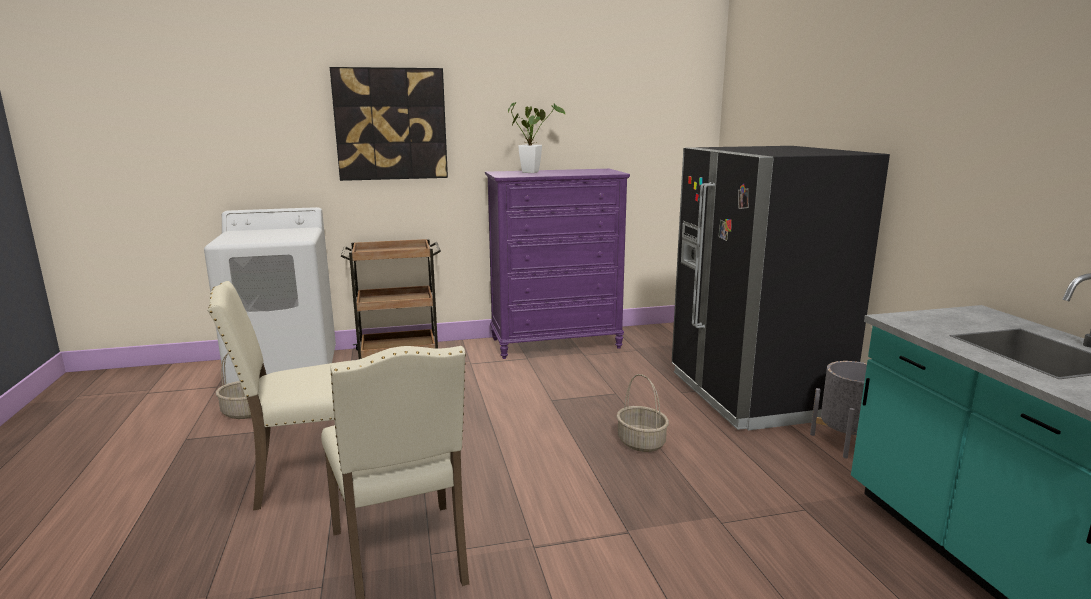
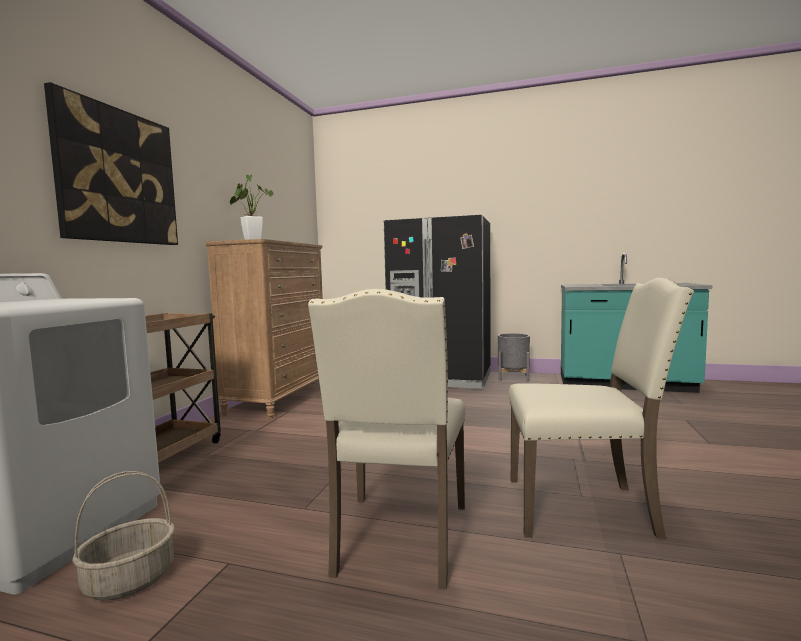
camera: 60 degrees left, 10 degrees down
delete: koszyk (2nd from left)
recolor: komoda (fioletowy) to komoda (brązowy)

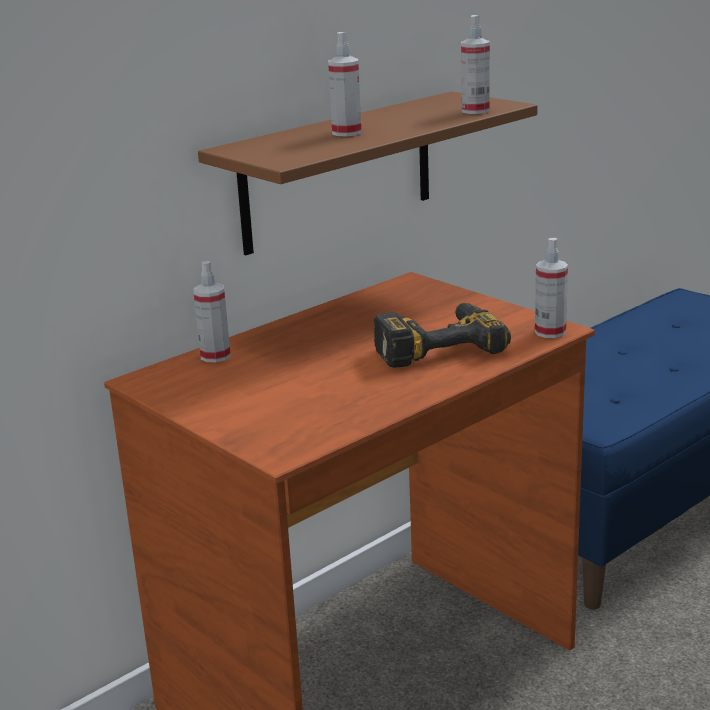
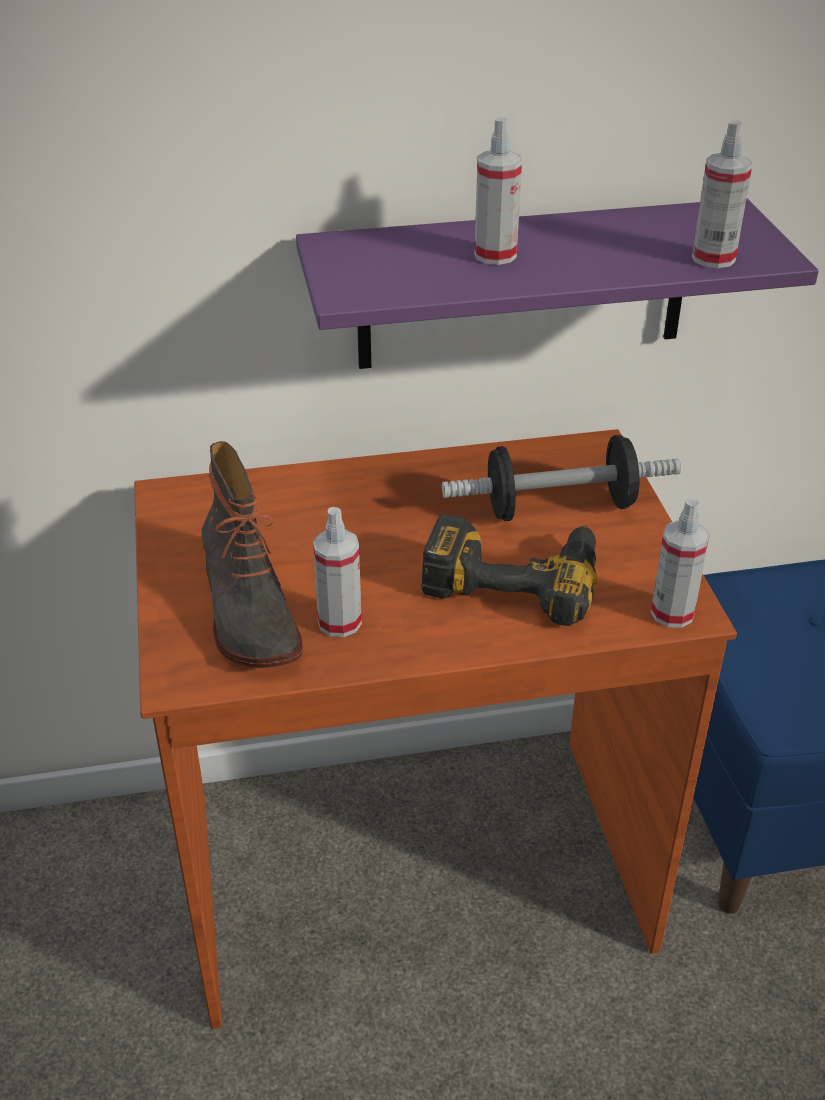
camera: 30 degrees right, 15 degrees up
insert: hantel; but z cholewką
move: spryskiwacz (1st from left)
recolor: półka (brązowy) to półka (fioletowy)

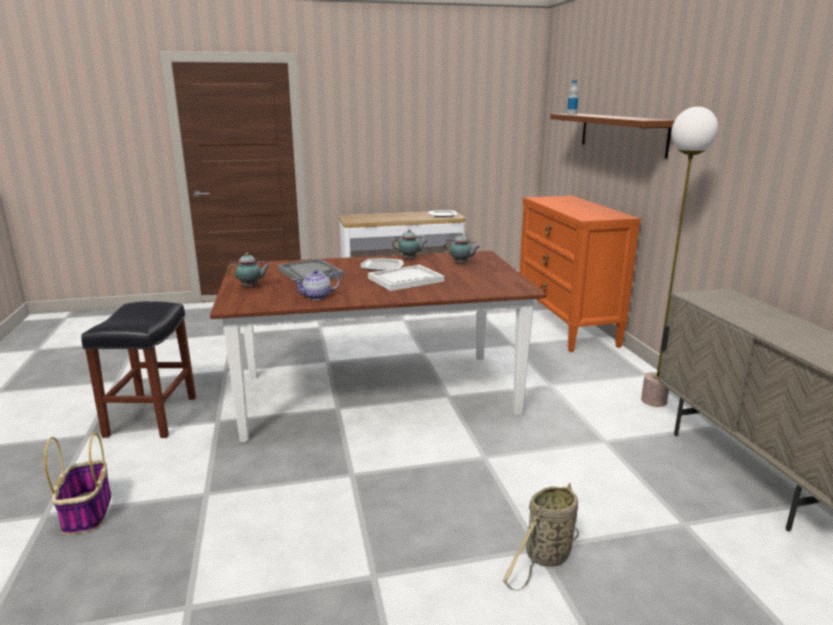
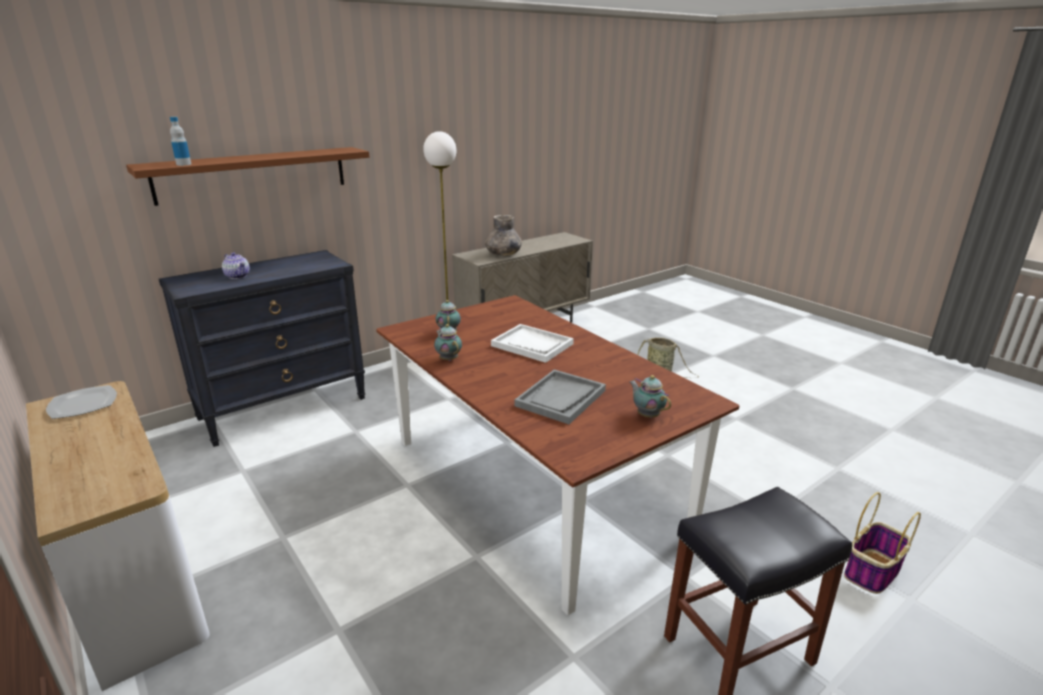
camera: 115 degrees left, 5 degrees up
delete: talerz (1st from left)
insert: wazon (szary)
move: imbryk (2nd from left in the first image) to imbryk (1st from left)
recolor: komoda (pomarańczowy) to komoda (czarny)

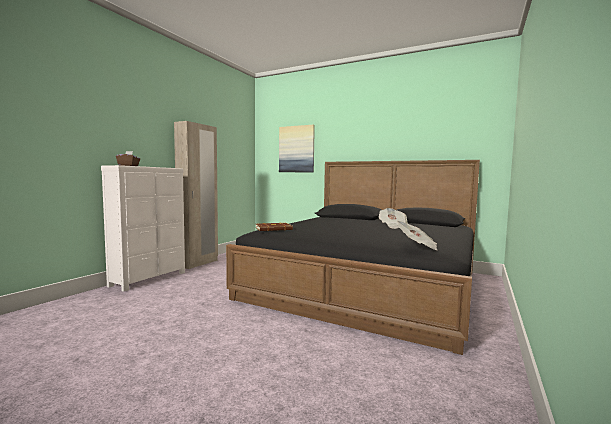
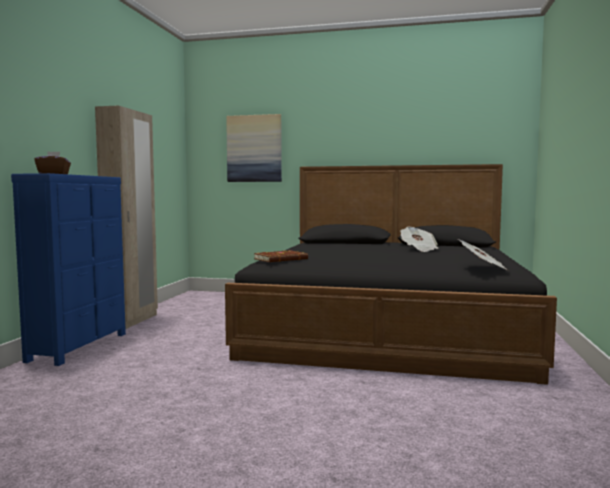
camera: 15 degrees left, 0 degrees up
recolor: komoda (biały) to komoda (niebieski)

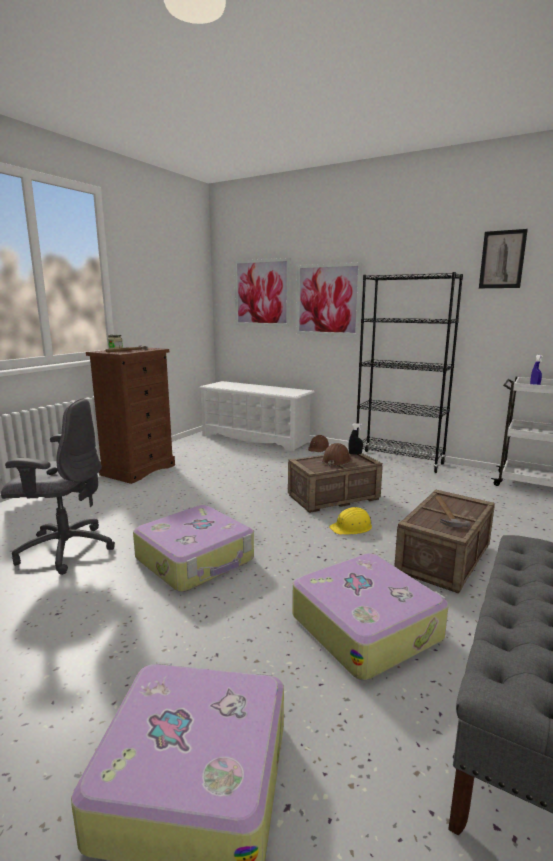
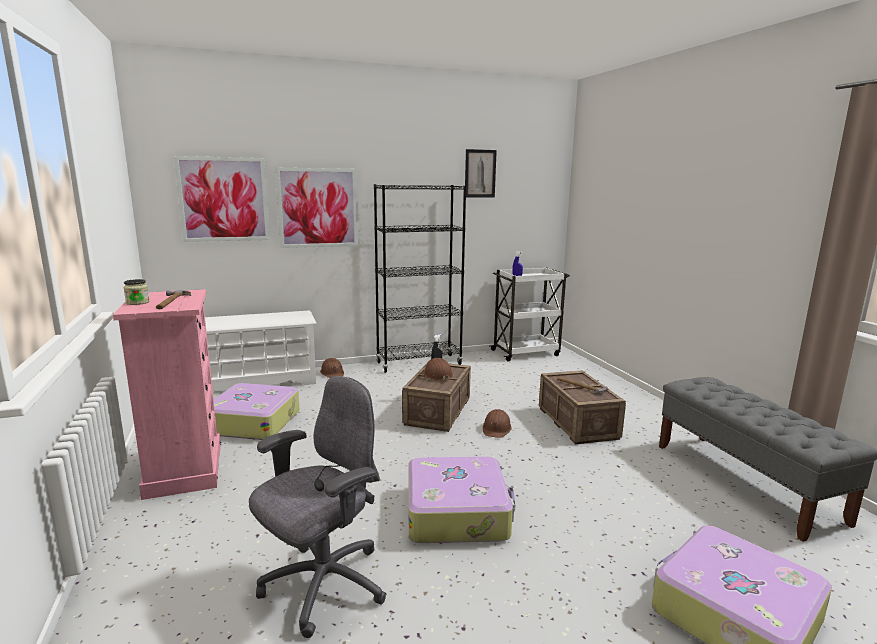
camera: 50 degrees left, 0 degrees up
move: walizka (3rd from left in the first image) to walizka (1st from left)
recolor: komoda (brązowy) to komoda (różowy); kask (żółty) to kask (brązowy) (3rd from left)

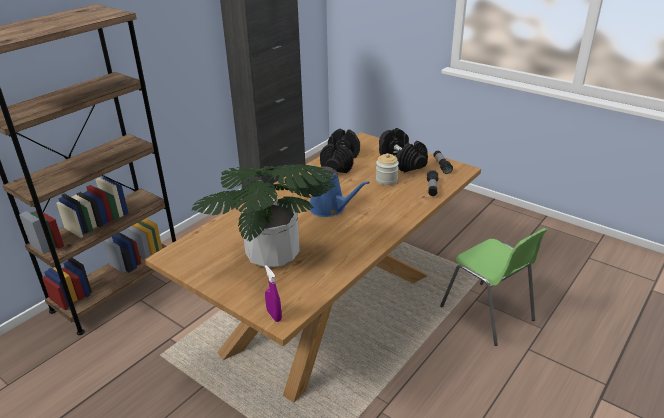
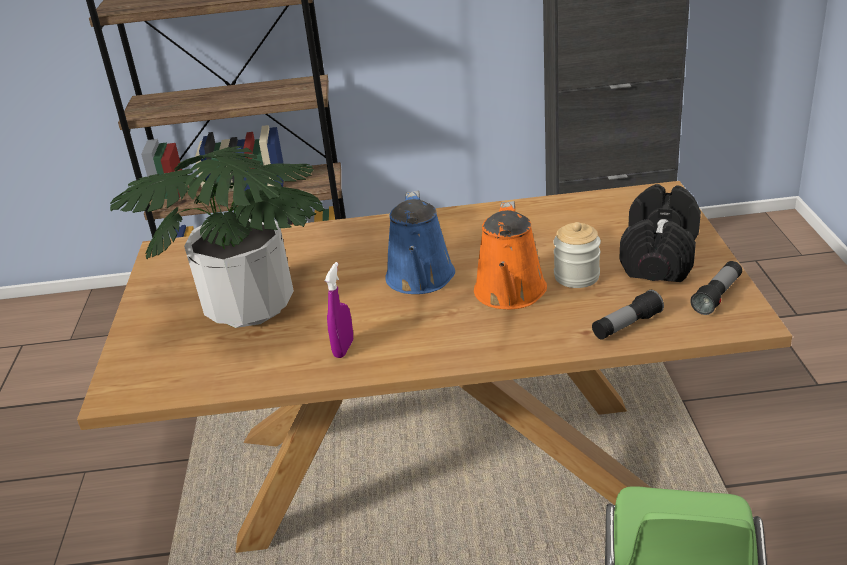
camera: 50 degrees right, 0 degrees up
delete: hantel (czarny) (1st from left)
insert: konewka (pomarańczowy)
move: spryskiwacz (fioletowy)

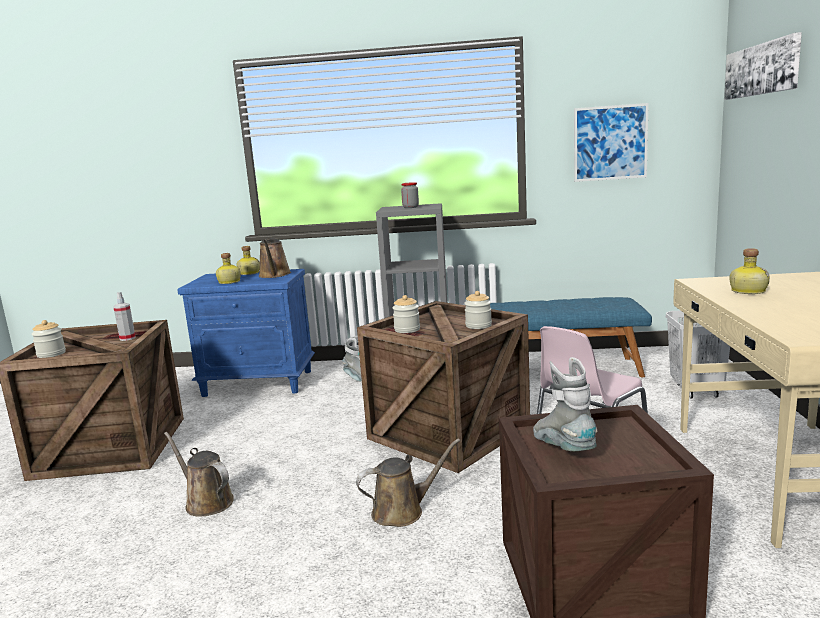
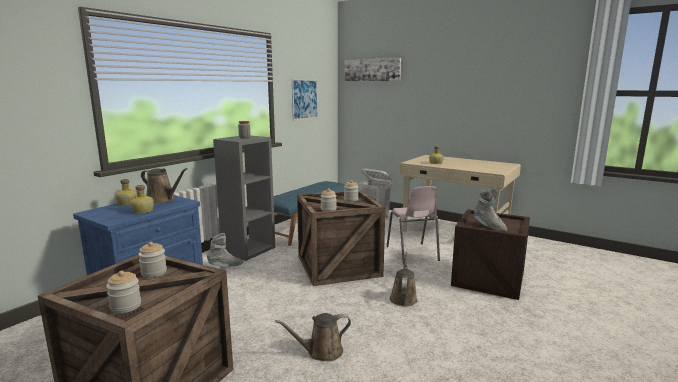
camera: 60 degrees left, 0 degrees up
replace: spryskiwacz to słoik (2nd from left)
rotate: but z cholewką (szary) (2nd from left) 135 degrees counterclockwise

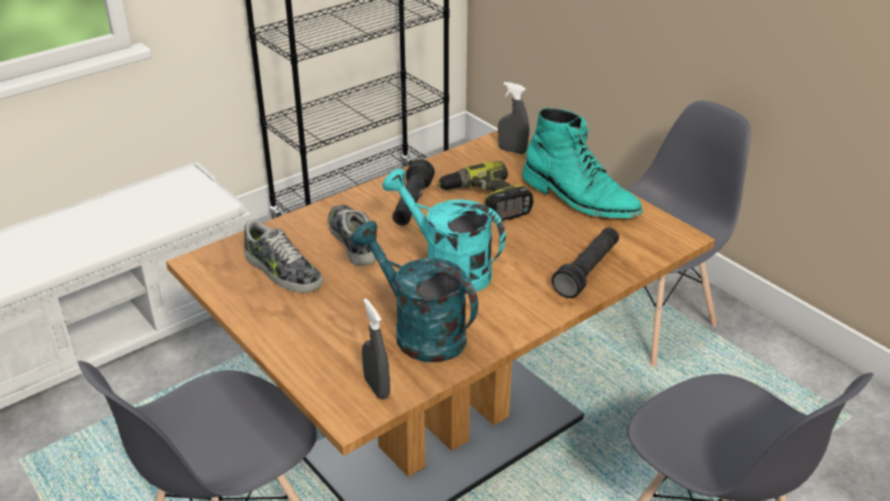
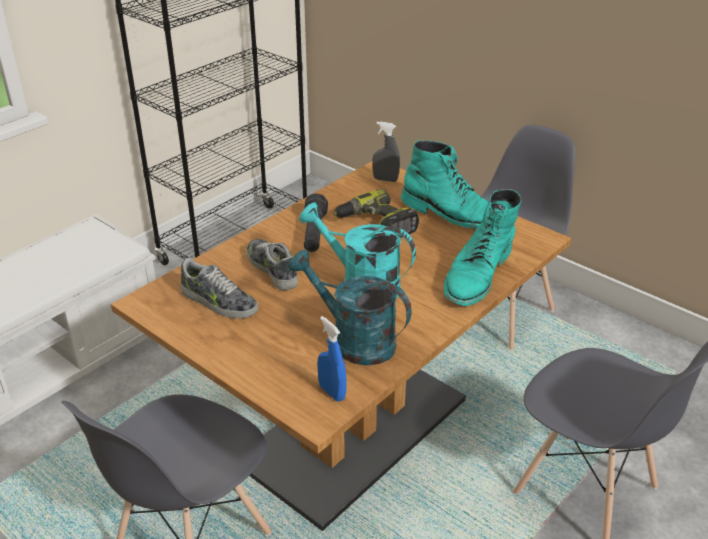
camera: 10 degrees left, 0 degrees up
replace: latarka (czarny) (2nd from left) to but z cholewką (turkusowy) (2nd from left)
recolor: spryskiwacz (szary) (1st from left) to spryskiwacz (niebieski)

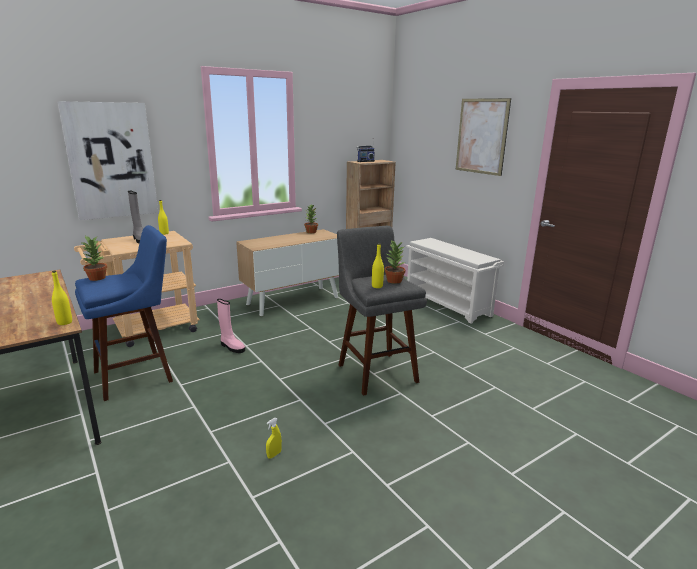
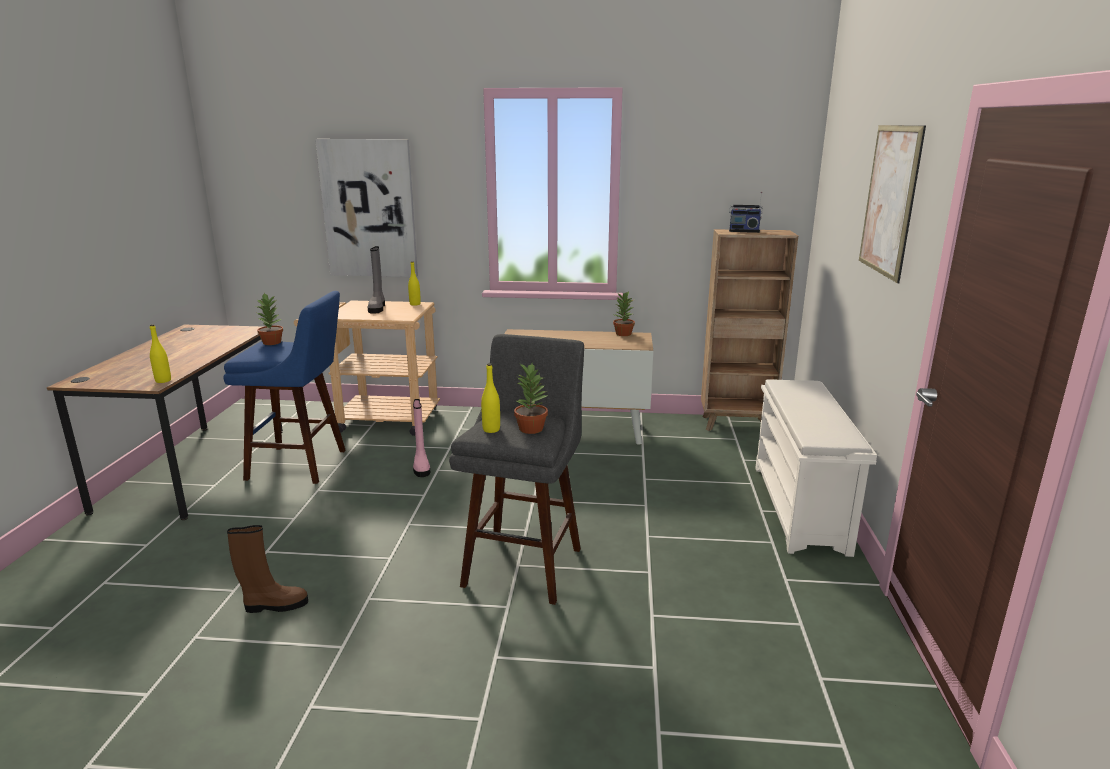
camera: 40 degrees right, 0 degrees up
replace: spryskiwacz (żółty) to but z cholewką (brązowy)

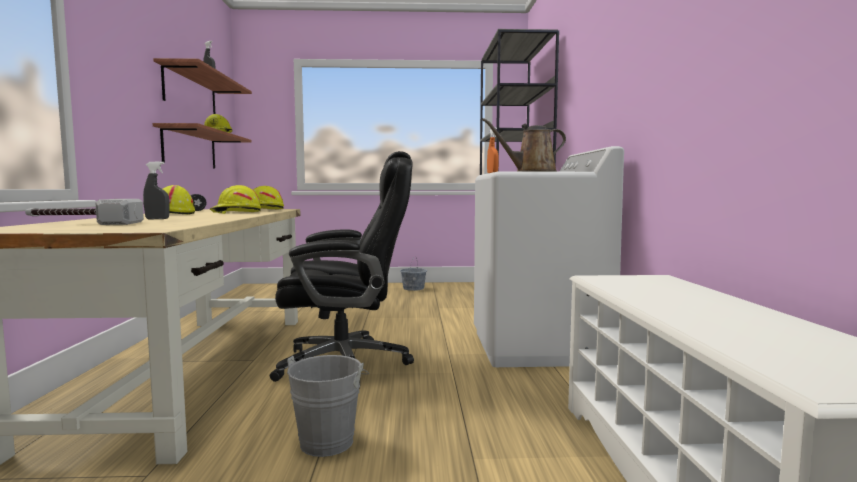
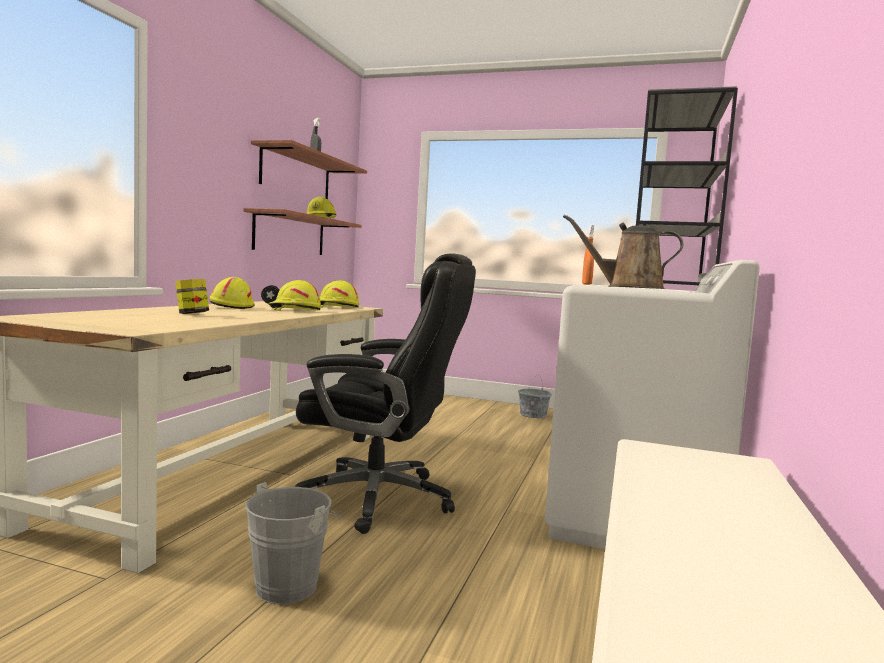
camera: 20 degrees right, 0 degrees up
delete: młotek
replace: spryskiwacz (szary) (1st from left) to słoik

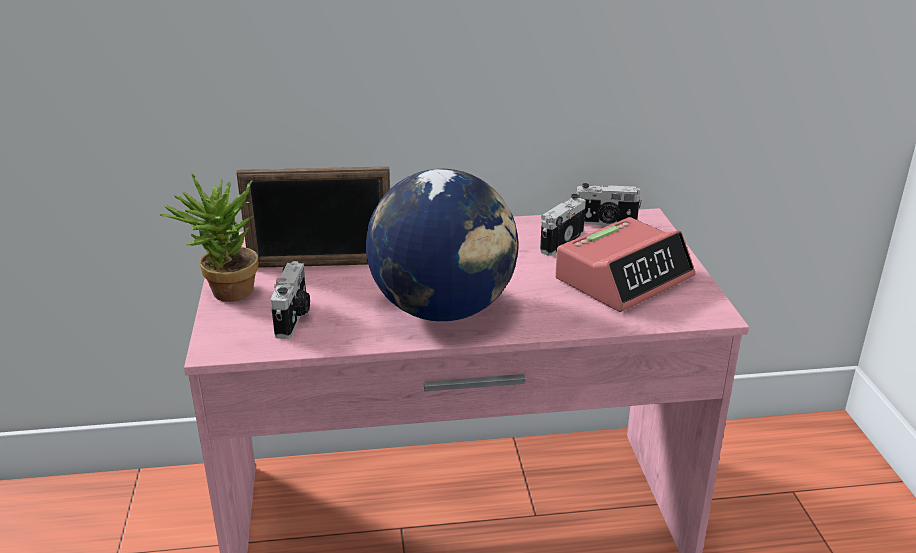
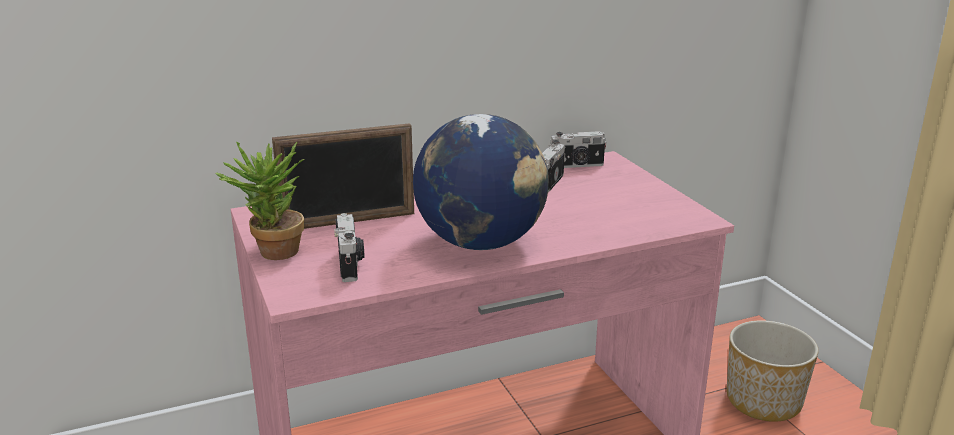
camera: 15 degrees left, 5 degrees down
delete: budzik
insert: donica

